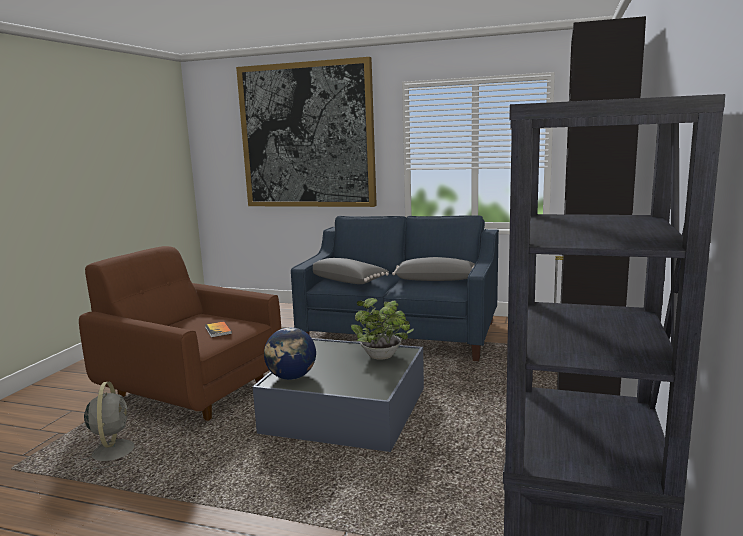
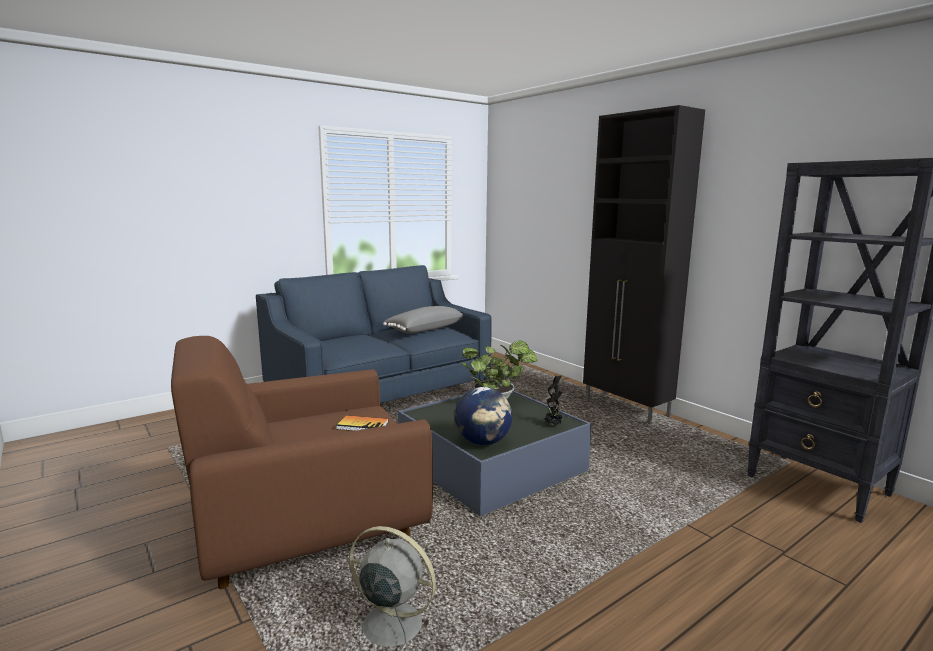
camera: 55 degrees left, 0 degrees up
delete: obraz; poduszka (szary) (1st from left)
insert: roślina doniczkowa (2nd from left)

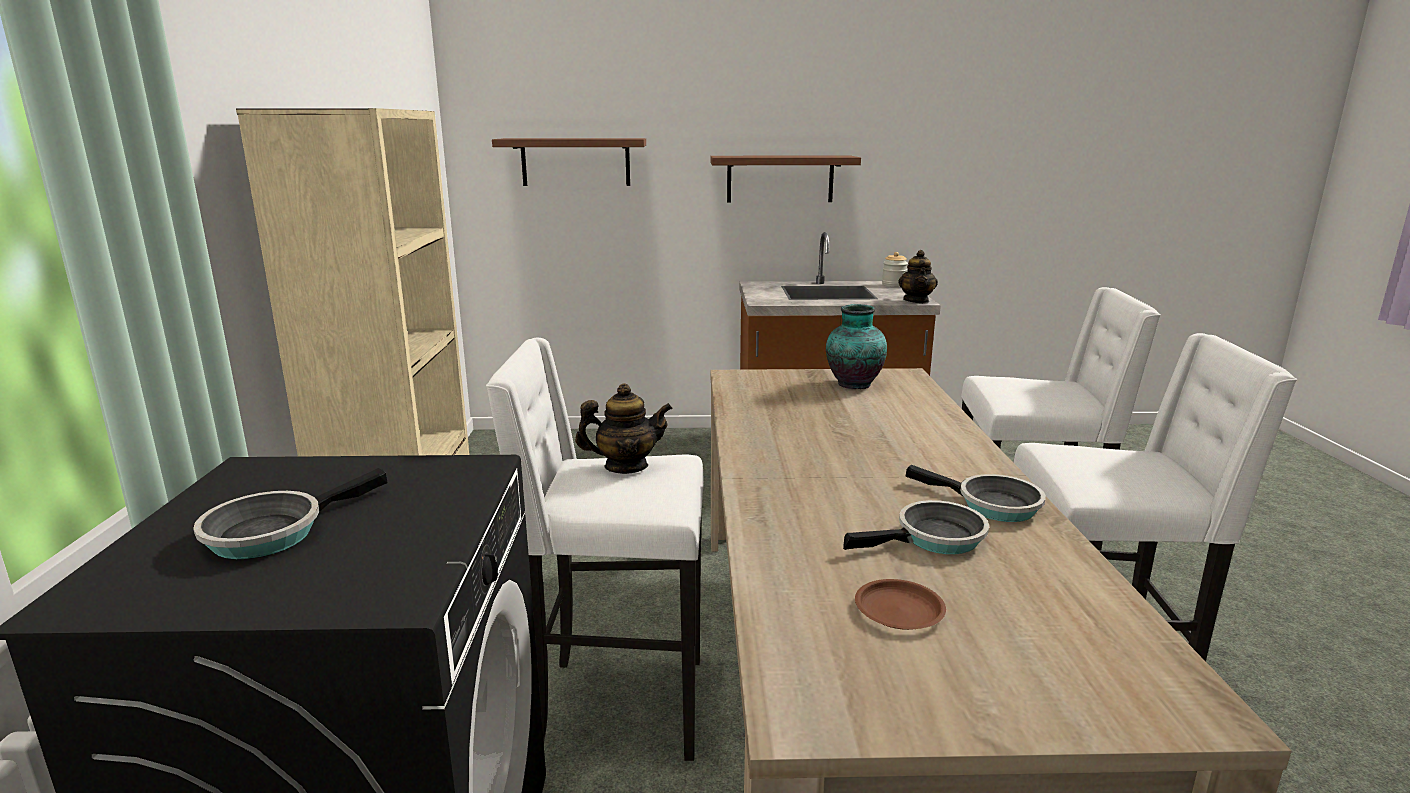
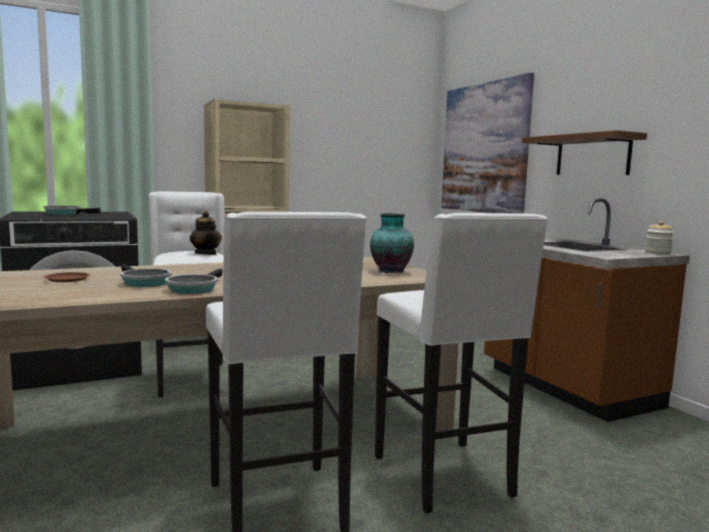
camera: 65 degrees right, 10 degrees down
delete: imbryk (2nd from left)
replace: półka (1st from left) to obraz

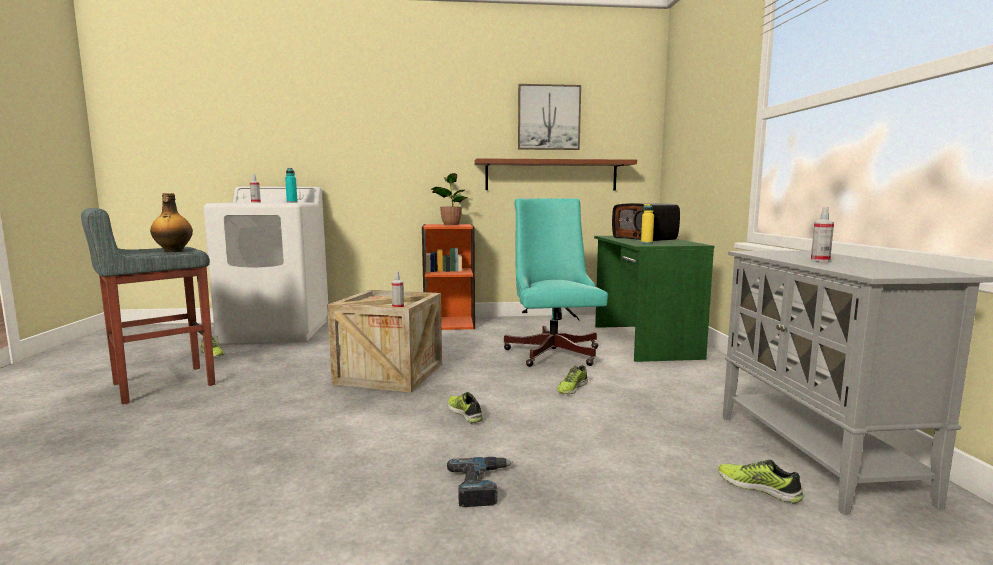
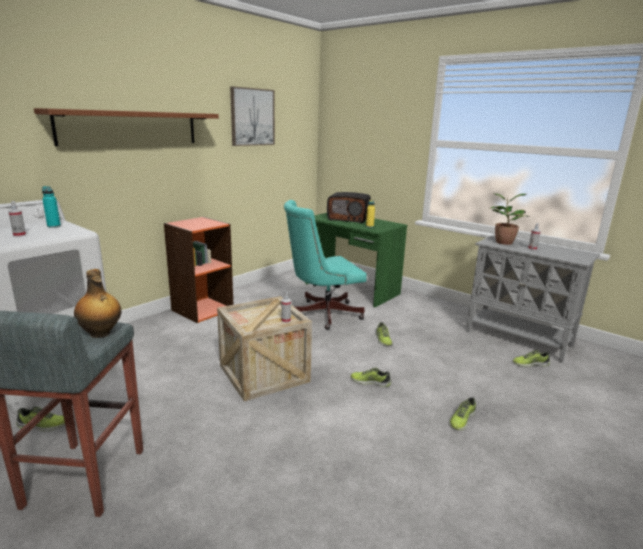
camera: 45 degrees left, 10 degrees up
move: półka (brązowy); roślina doniczkowa
replace: wiertarka to but (4th from left)
rotate: krzesło biurowe (turkusowy) 60 degrees counterclockwise

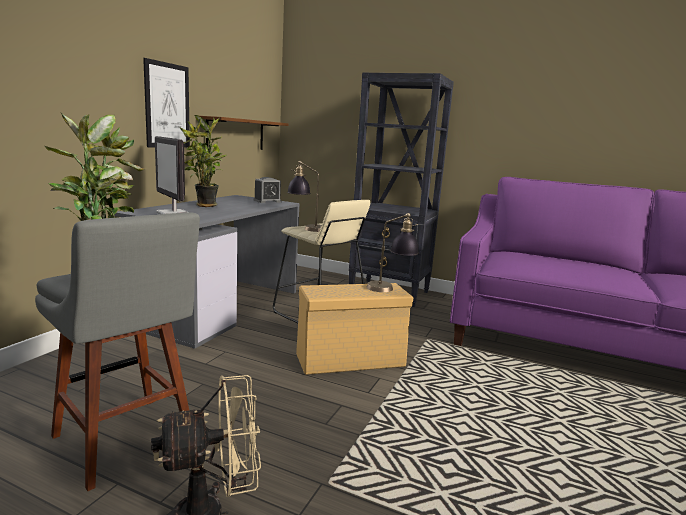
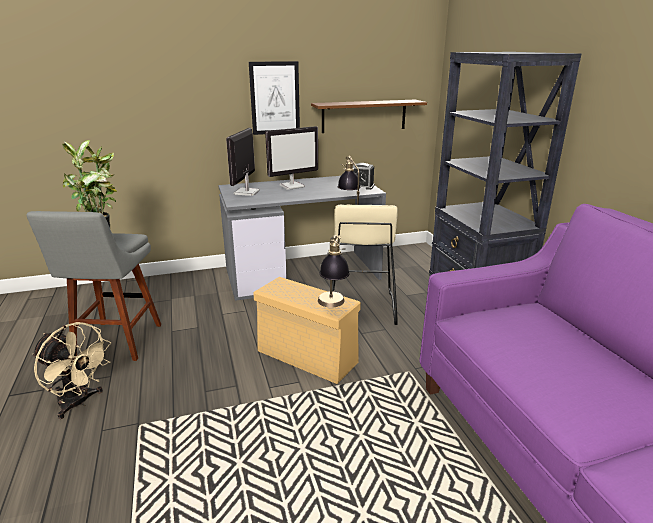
camera: 50 degrees right, 10 degrees up
replace: roślina doniczkowa (2nd from left) to monitor (2nd from left)

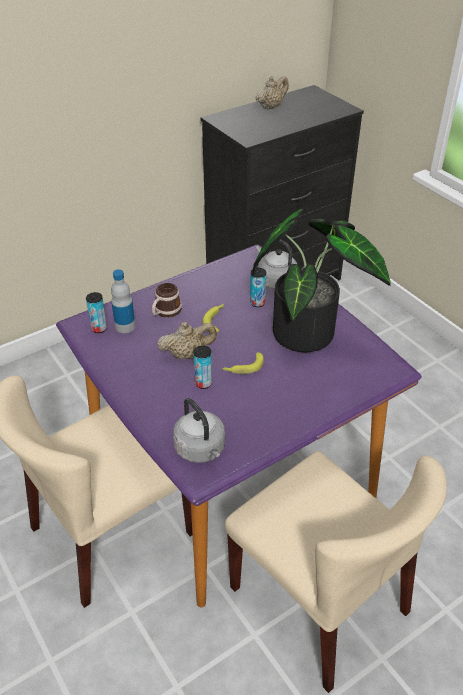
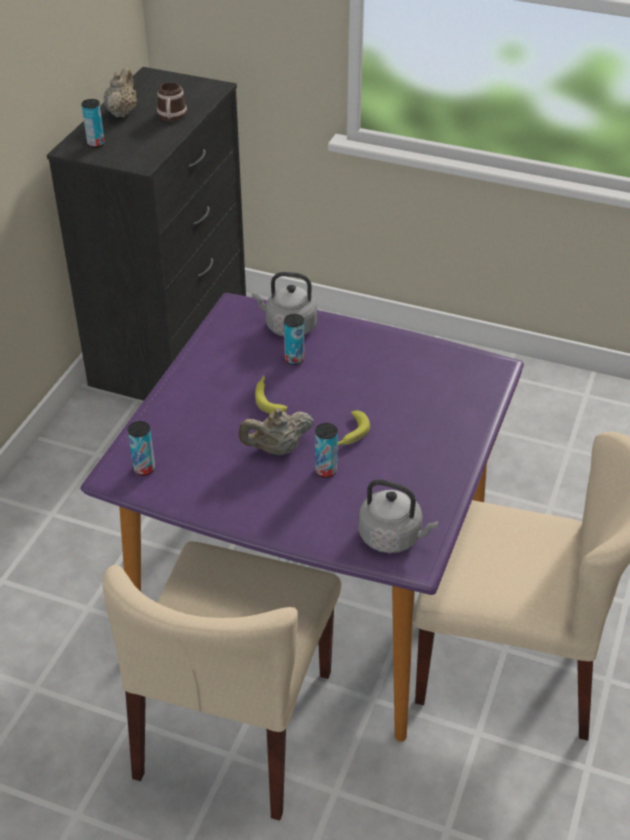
camera: 35 degrees left, 0 degrees up
delete: roślina doniczkowa; butelka
insert: puszka (1st from left)
move: kubek
rotate: imbryk (beżowy) (1st from left in the first image) 150 degrees counterclockwise

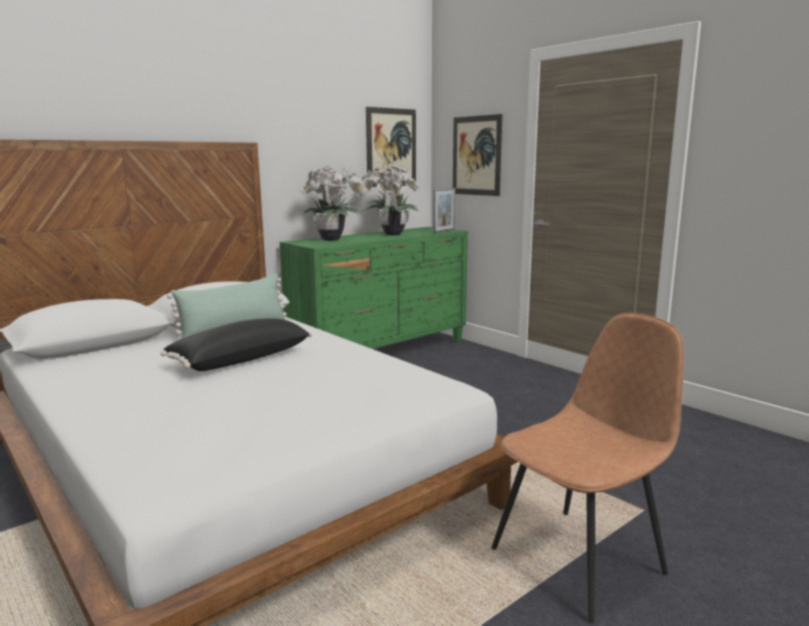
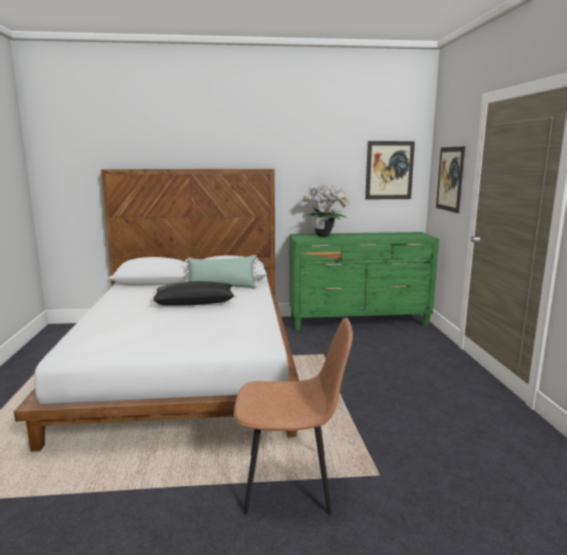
camera: 35 degrees right, 0 degrees up
delete: roślina doniczkowa (2nd from left); ramka na zdjęcie

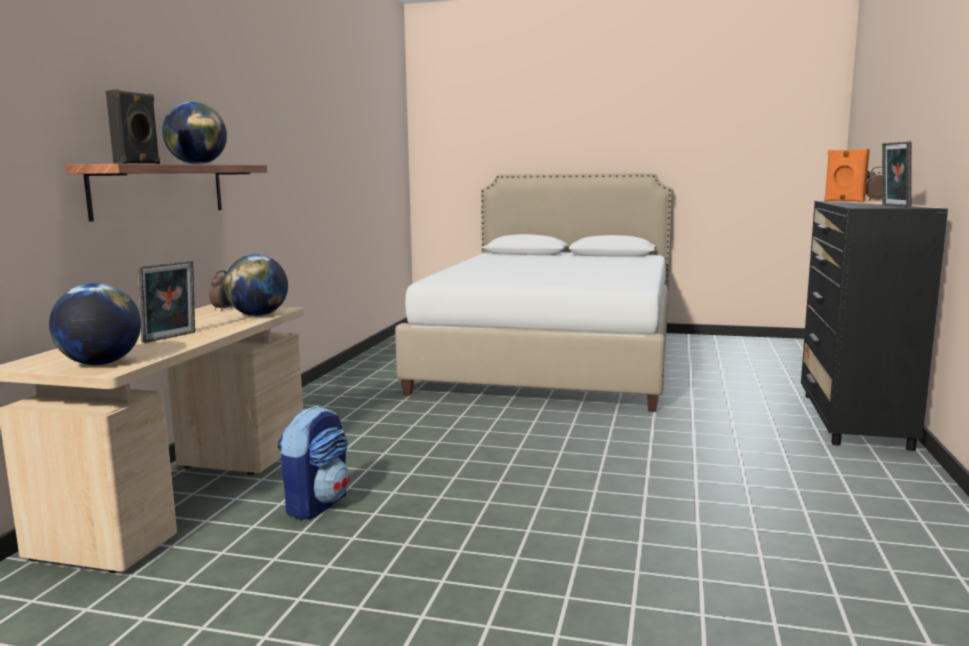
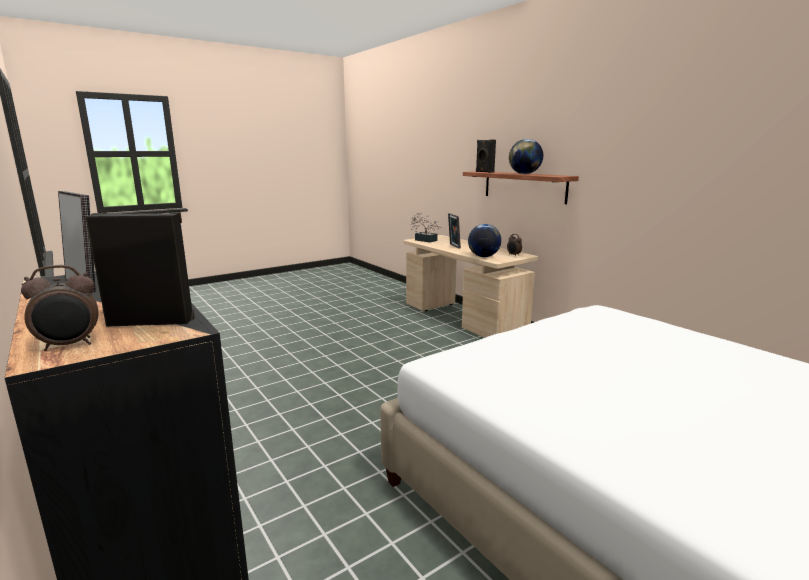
camera: 130 degrees right, 5 degrees up
delete: plecak
replace: globus (1st from left) to roślina doniczkowa
recolor: głośnik (pomarańczowy) to głośnik (czarny) (1st from left)

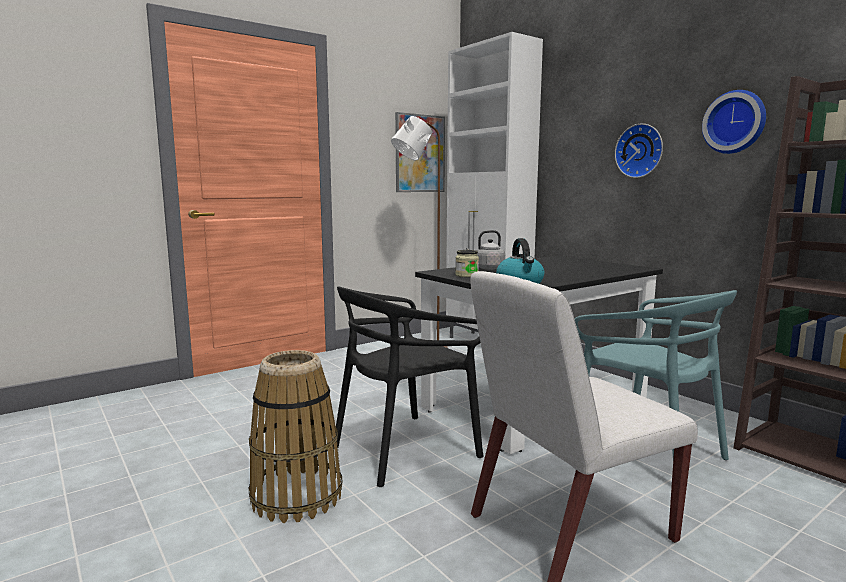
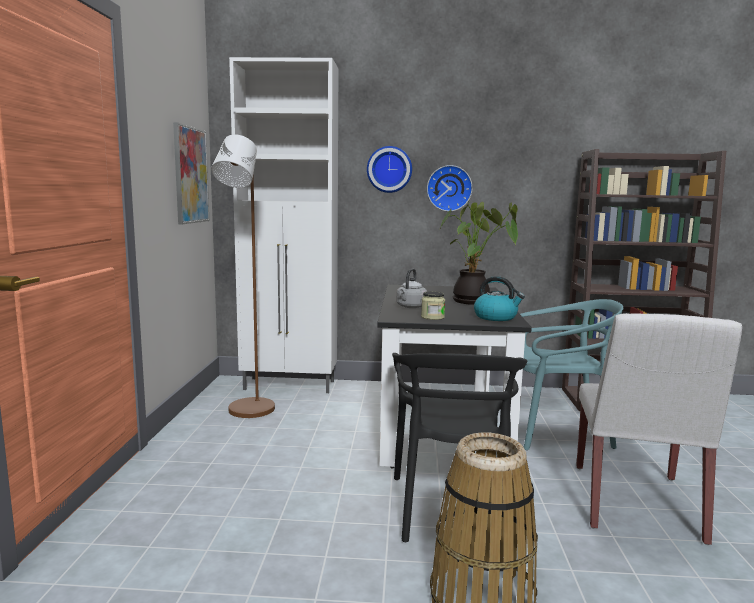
camera: 50 degrees left, 0 degrees up
insert: roślina doniczkowa
move: zegar ścienny (2nd from left in the first image) to zegar ścienny (1st from left)

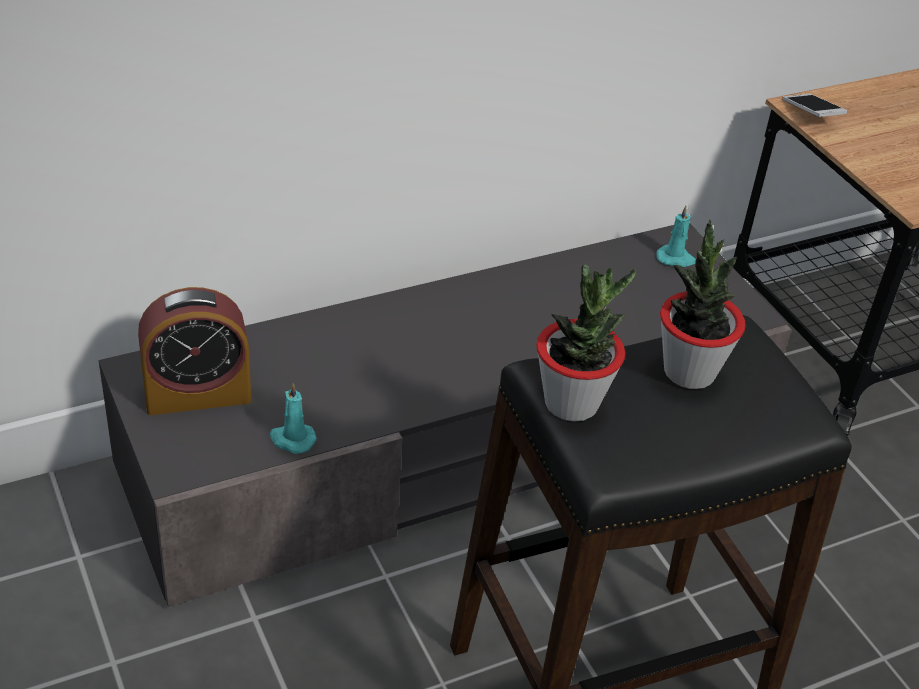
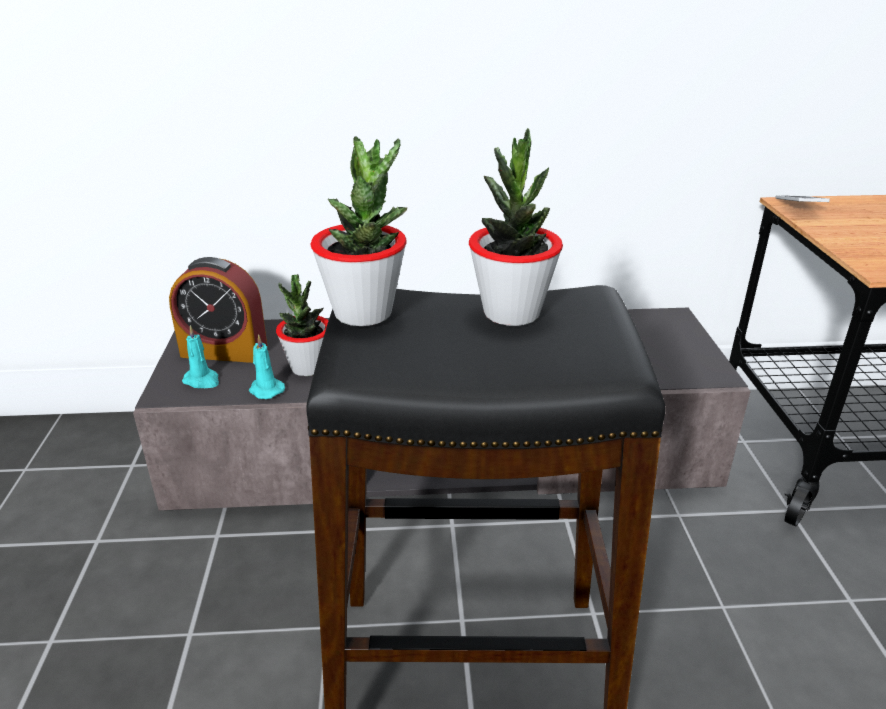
camera: 25 degrees right, 10 degrees down
insert: roślina doniczkowa (1st from left)
move: świeca (turkusowy) (2nd from left in the first image) to świeca (turkusowy) (1st from left)

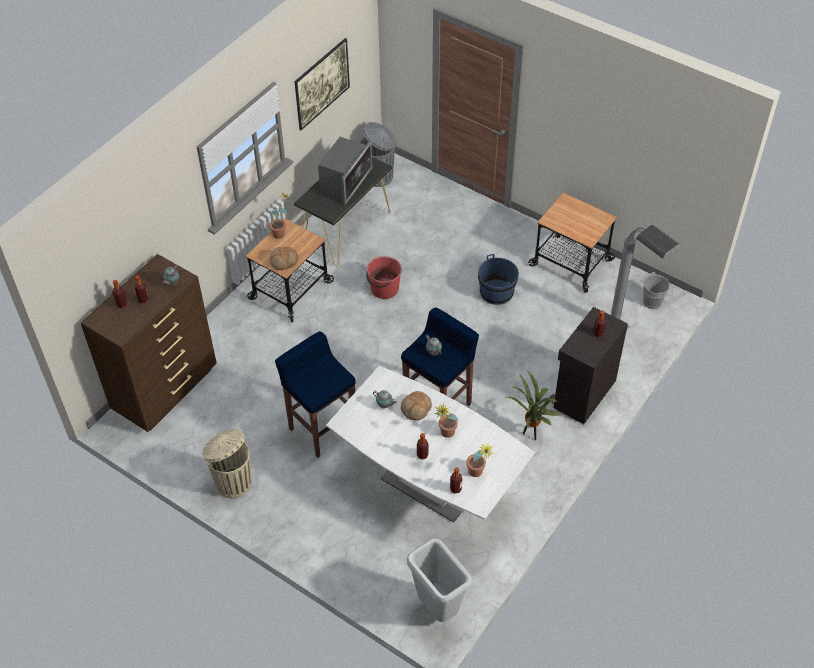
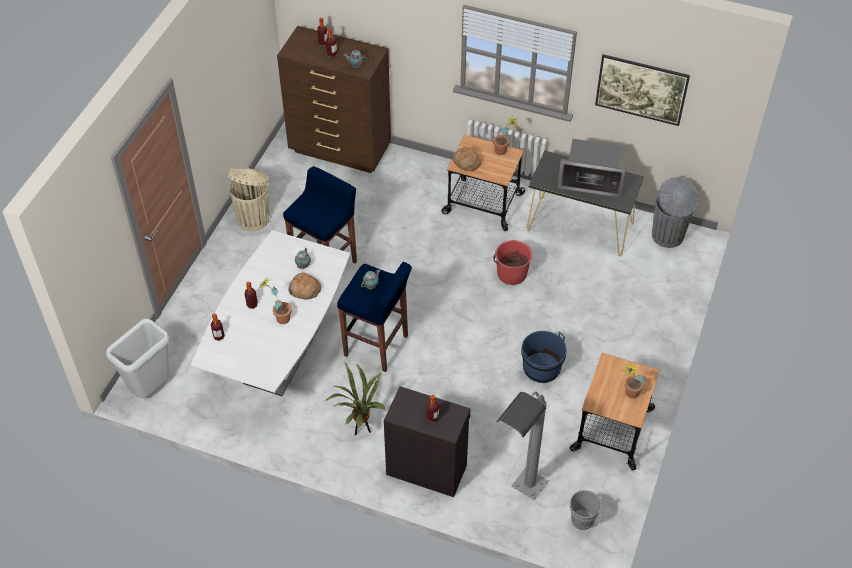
camera: 75 degrees right, 0 degrees up
move: roślina doniczkowa (3rd from left in the first image) to roślina doniczkowa (4th from left)

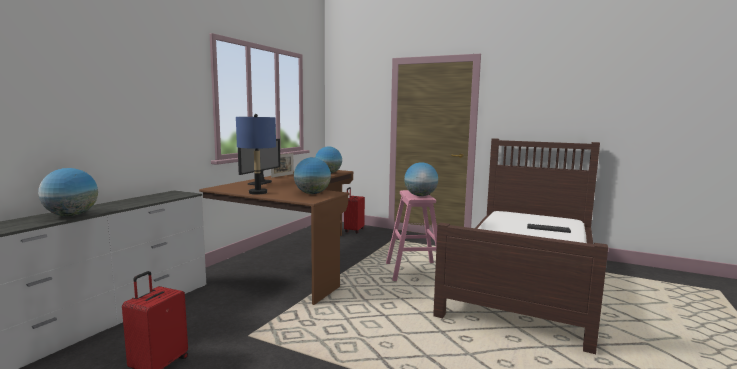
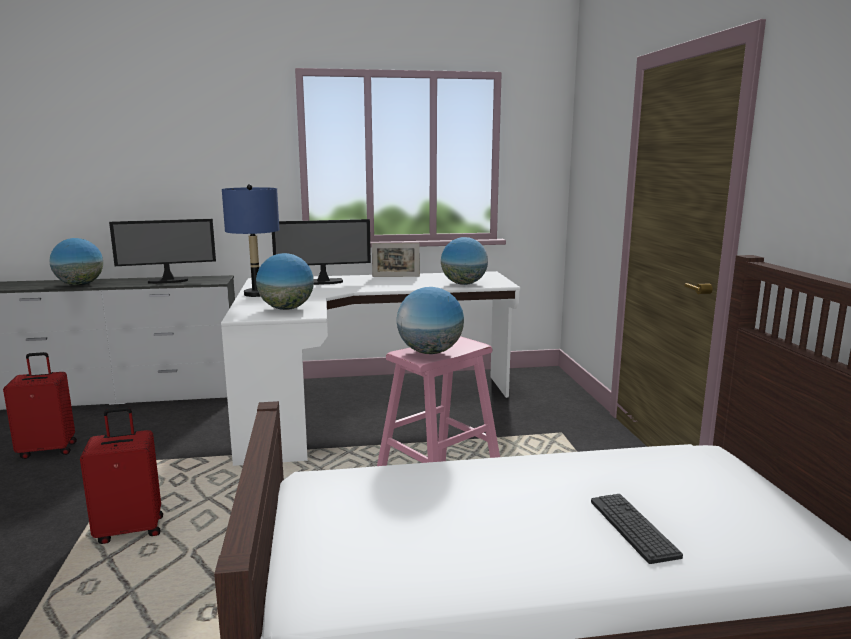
camera: 55 degrees right, 5 degrees up
insert: monitor (1st from left)
move: walizka (czerwony) (2nd from left)
recolor: biurko (brązowy) to biurko (biały)

